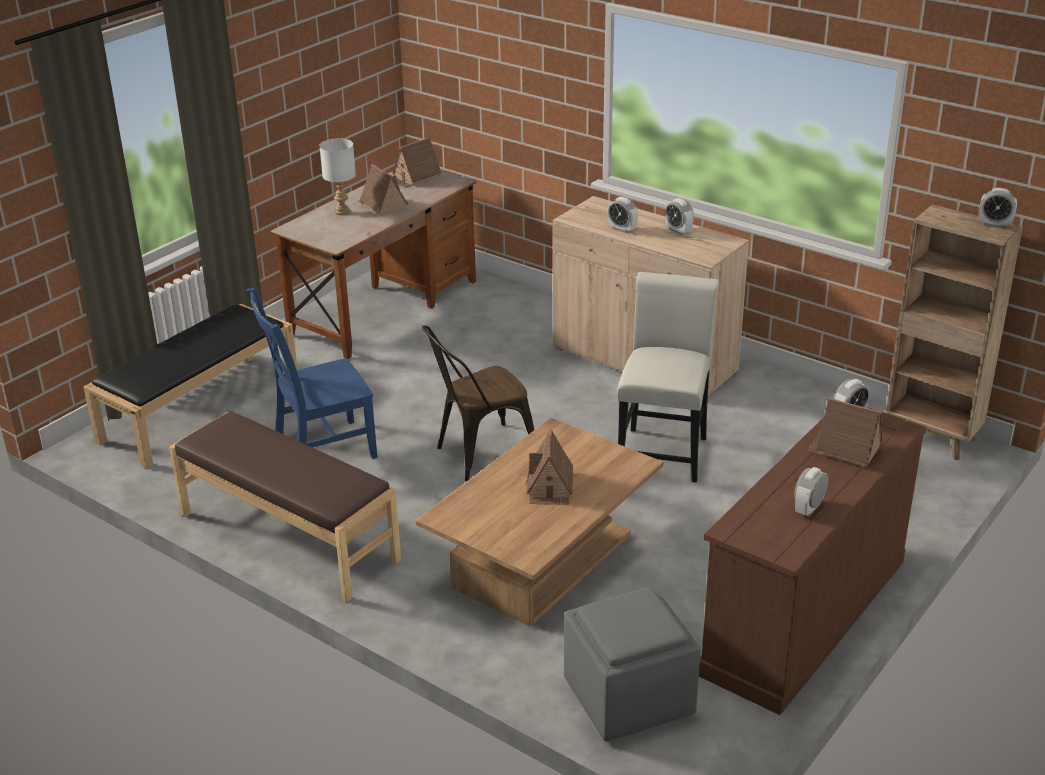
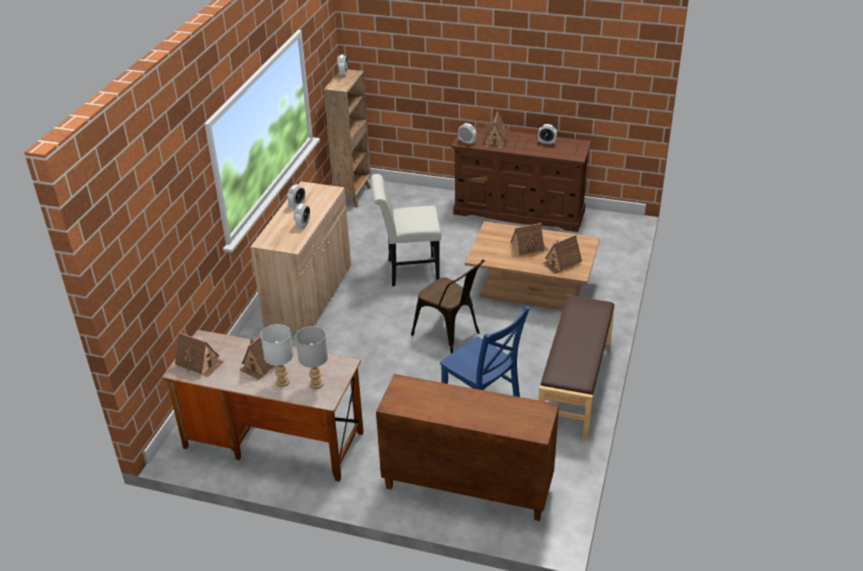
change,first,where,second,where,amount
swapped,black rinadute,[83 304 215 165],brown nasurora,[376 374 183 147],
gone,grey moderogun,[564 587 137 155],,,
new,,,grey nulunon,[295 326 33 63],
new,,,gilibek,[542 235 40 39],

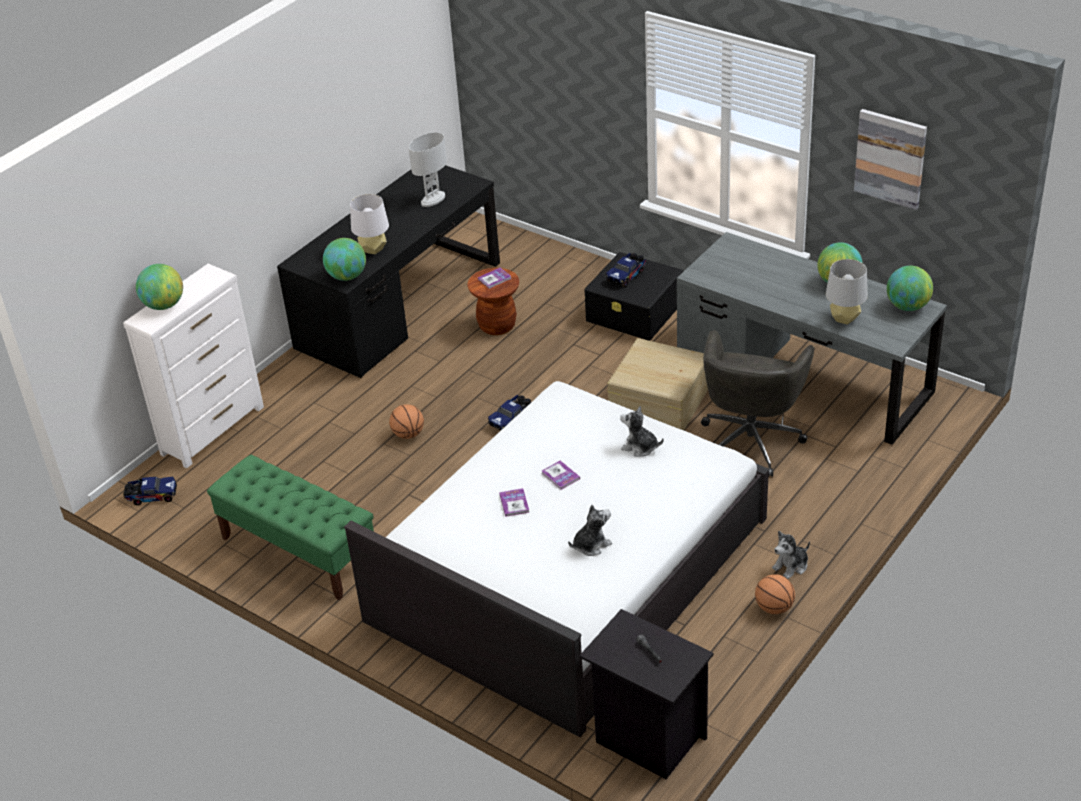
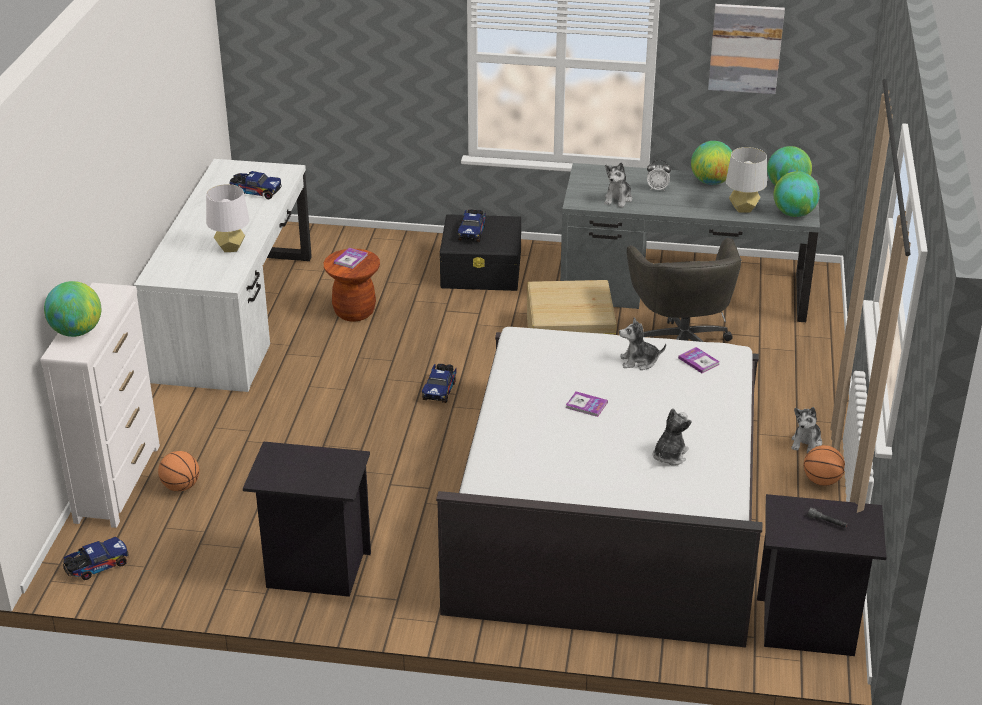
change,first,where,second,where,amount
swapped,green rinadute,[207 455 167 145],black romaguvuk,[243 441 128 156],
repainted,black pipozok,[277 165 223 213],white pipozok,[134 159 178 233],
shifted,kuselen,[323 238 43 43],,[774 171 46 46],
shifted,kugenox,[389 404 35 35],,[158 451 41 40],
swapped,white nulunon,[409 132 38 75],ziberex,[230 171 52 29],
shifted,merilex,[499 488 30 29],,[678 347 42 26],
new,,,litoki,[604 162 28 46],
new,,,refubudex,[647 160 24 31],

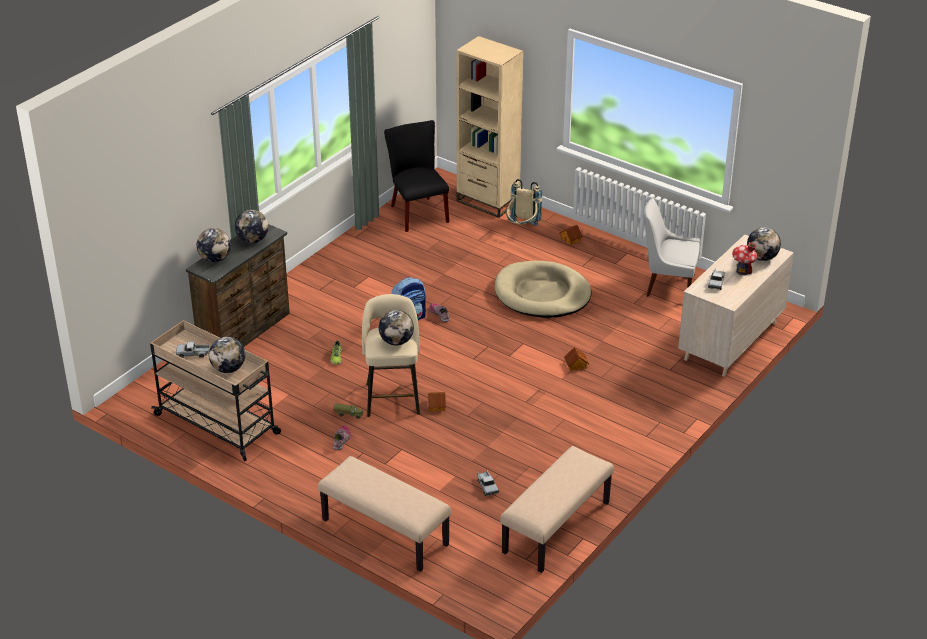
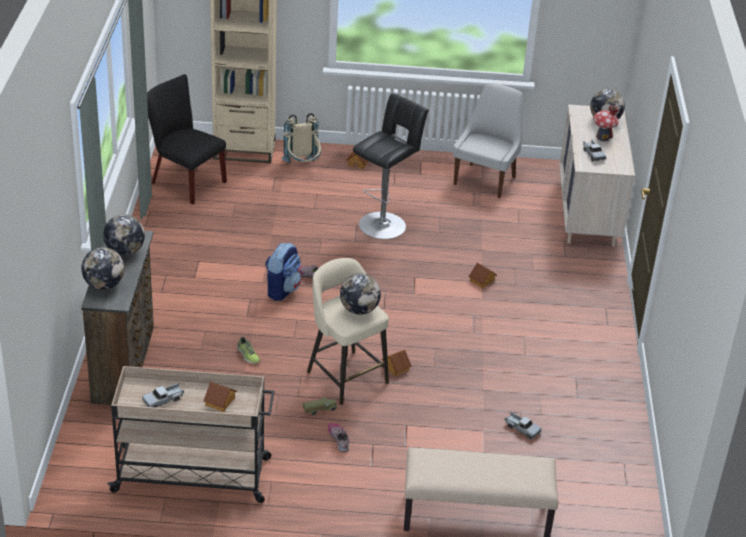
change,first,where,second,where,amount
swapped,kuselen,[209 337 36 36],gilibek,[203 382 34 30],
swapped,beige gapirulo,[495 261 96 57],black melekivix,[353 93 76 146],
gone,beige rinadute,[500 446 114 127],,,
rotated,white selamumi,[644 198 56 99],,[453 83 70 115],135 degrees clockwise

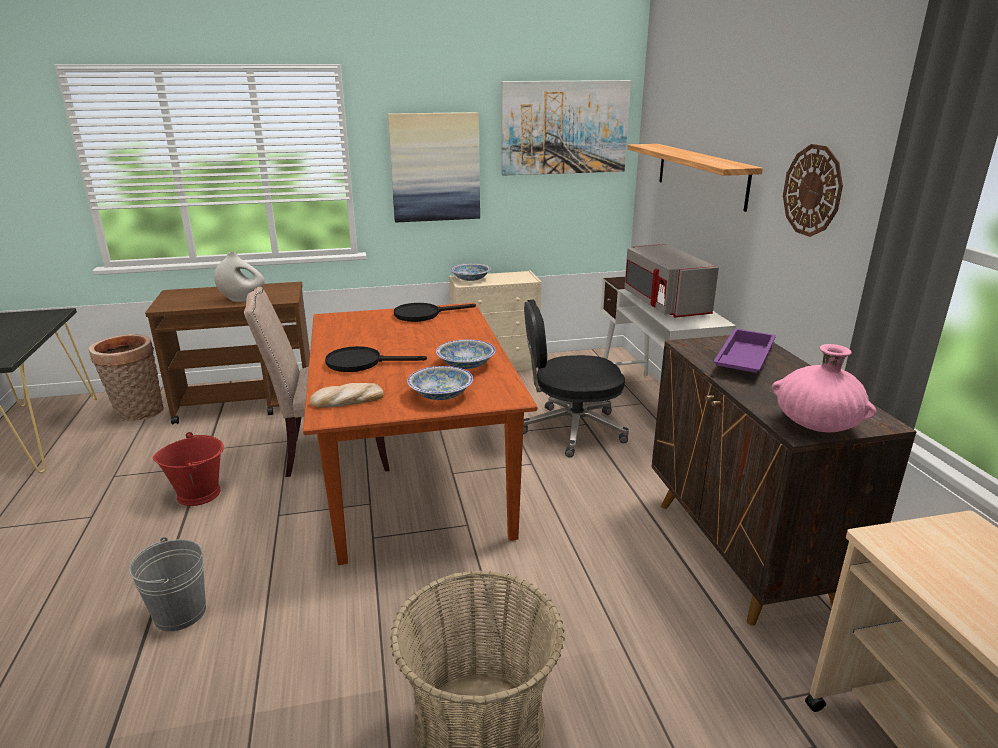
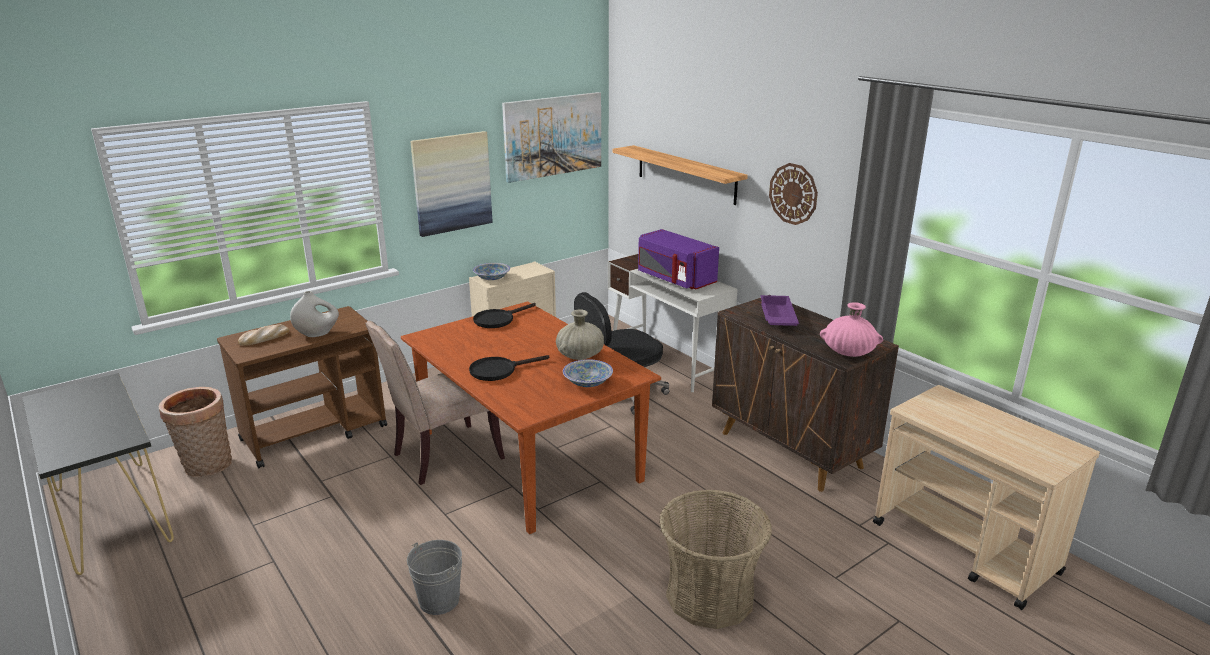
change,first,where,second,where,amount
gone,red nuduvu,[153 432 71 74],,,
shifted,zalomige,[310 383 74 25],,[238 324 51 22],
swapped,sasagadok,[436 339 59 30],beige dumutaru,[556 309 48 51],
repainted,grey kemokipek,[624 244 95 74],purple kemokipek,[638 229 81 60],

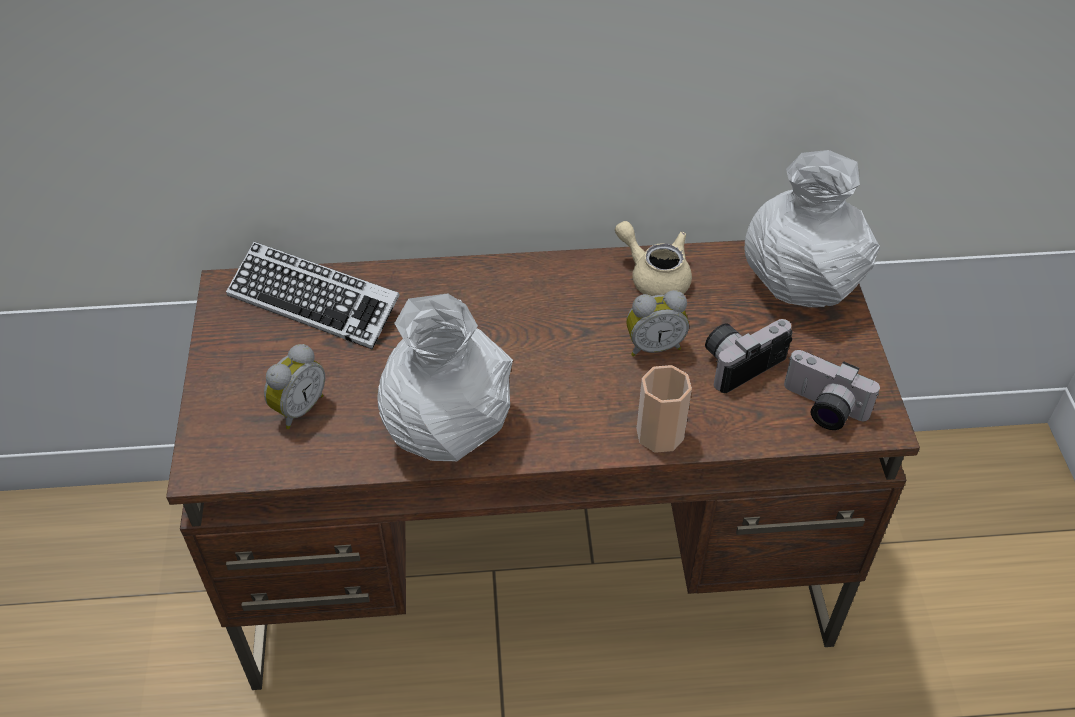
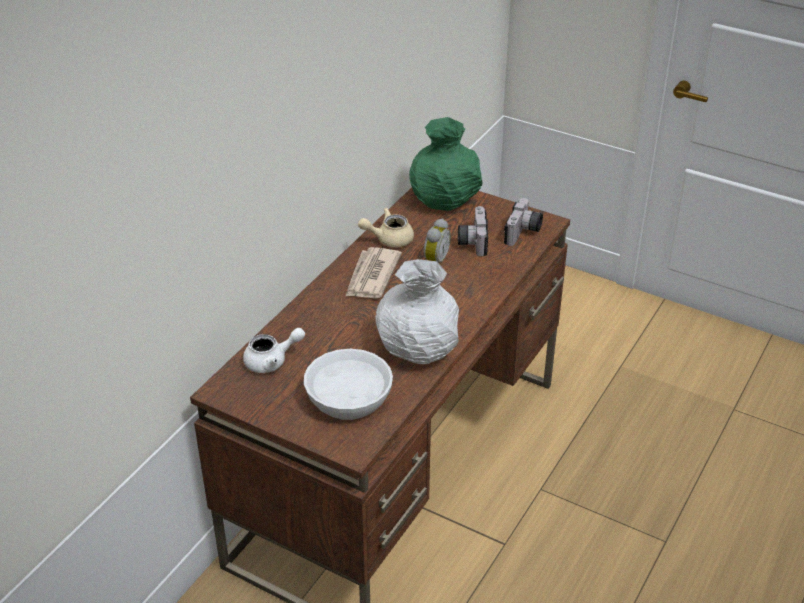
change,first,where,second,where,amount
swapped,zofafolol,[226 242 174 107],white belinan,[243 328 62 45],
swapped,refubudex,[264 344 61 85],white sasagadok,[304 349 89 71],
gone,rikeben,[637 365 55 88],,,
repainted,white dumutaru,[745 150 135 157],green dumutaru,[409 117 73 94],
rotated,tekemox,[784 350 96 80],,[504 198 39 48],45 degrees counterclockwise
new,,,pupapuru,[345 247 57 52],

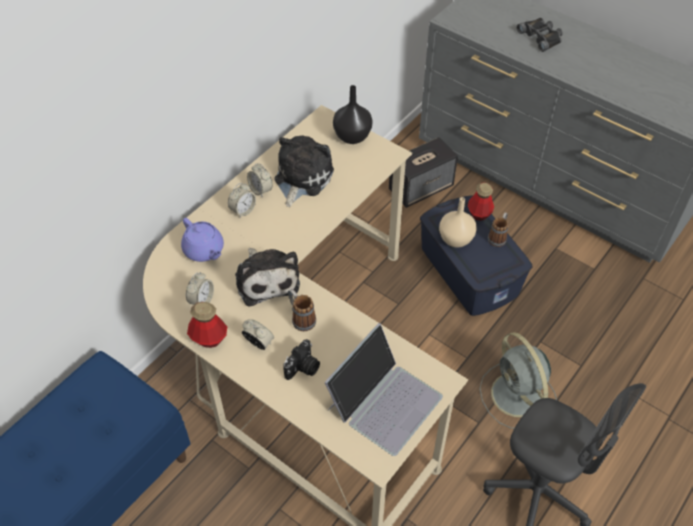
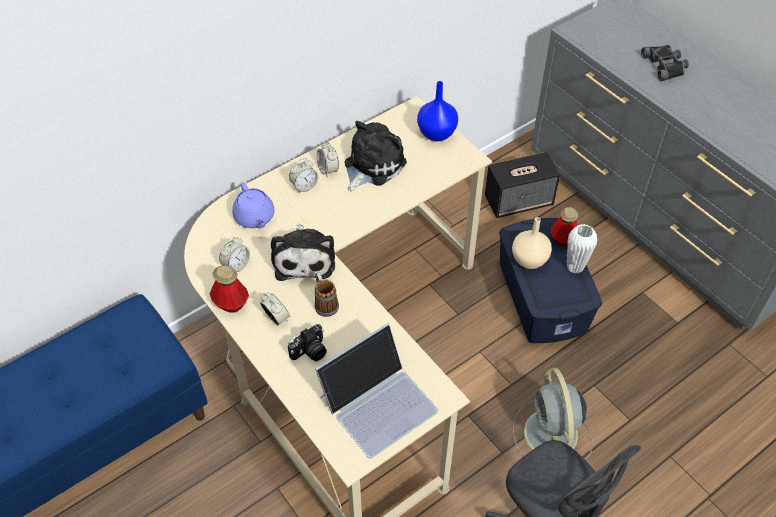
change,first,where,second,where,amount
repainted,black dumutaru,[333 85 39 59],blue dumutaru,[417 81 41 60],
swapped,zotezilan,[488 212 20 35],white dumutaru,[567 224 30 50],

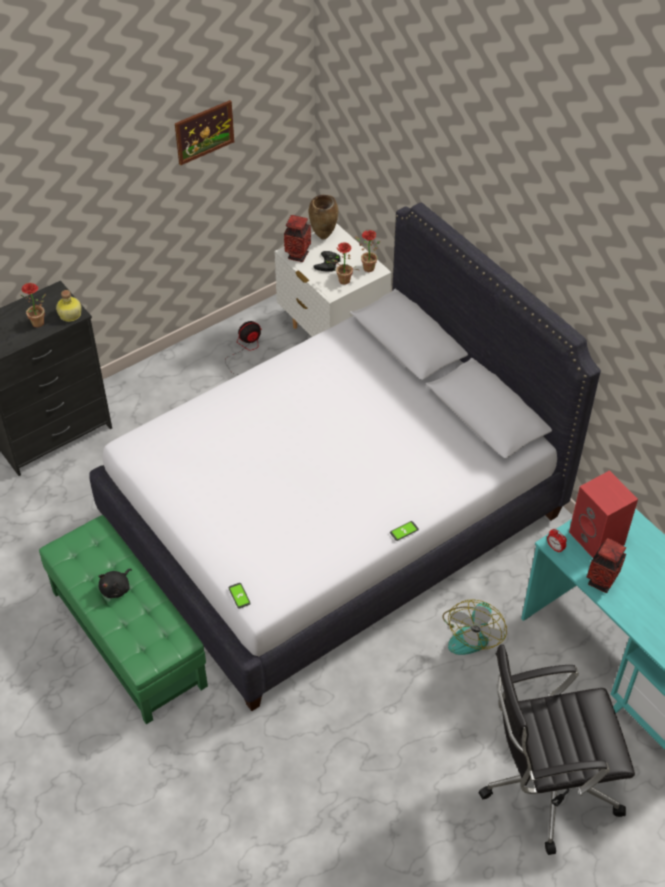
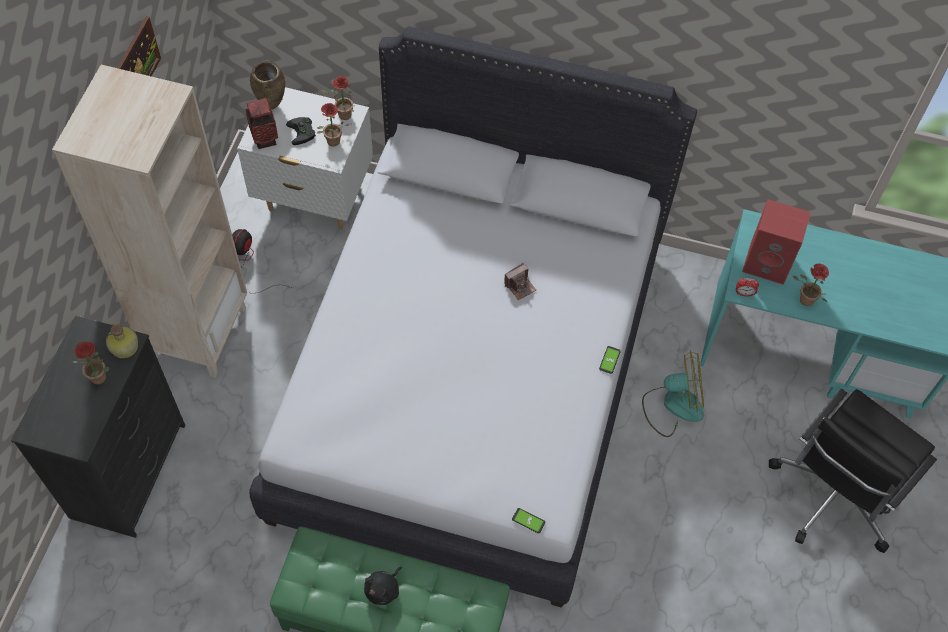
change,first,where,second,where,amount
rotated,black litoki,[98 569 34 29],,[364 567 38 38],45 degrees clockwise
rotated,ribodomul,[442 600 65 55],,[642 350 62 87],75 degrees counterclockwise
swapped,dumutaru,[587 538 39 55],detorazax,[792 263 37 43],
new,,,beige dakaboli,[52 65 195 313],
new,,,tekemox,[504 263 32 37],

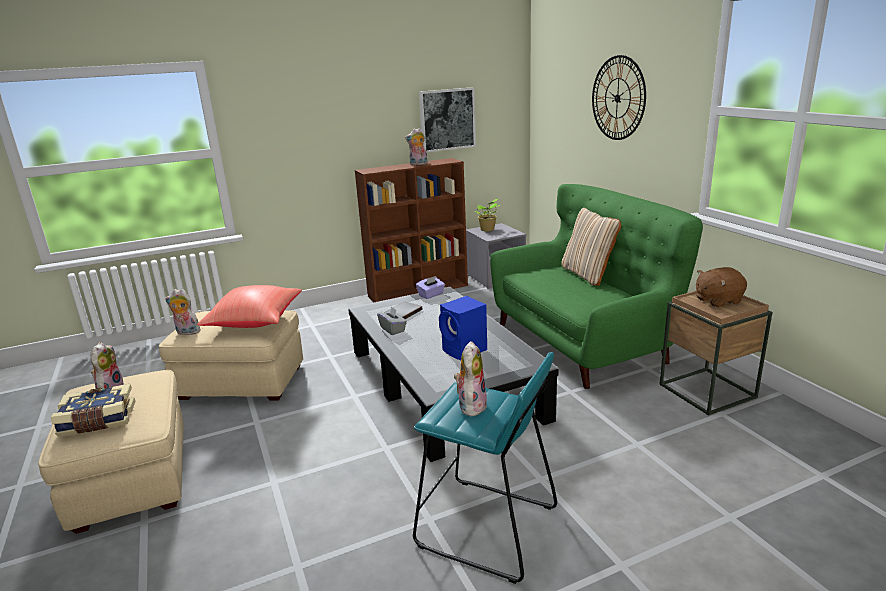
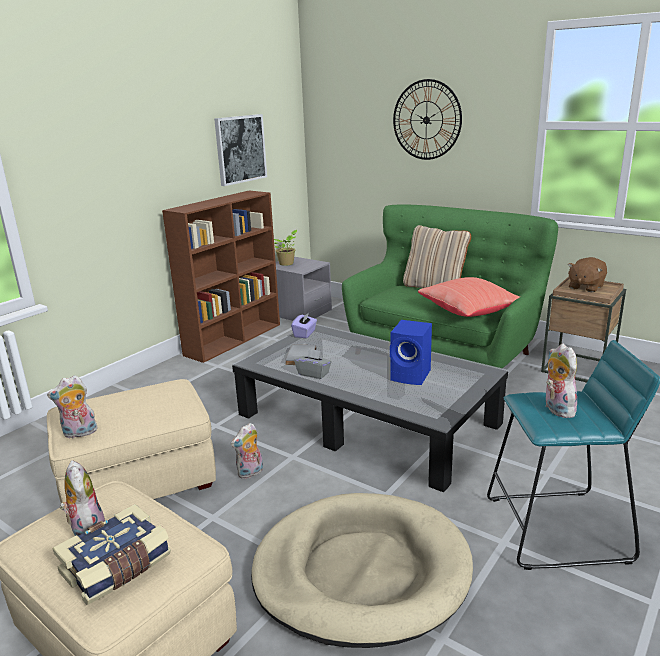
change,first,where,second,where,amount
shifted,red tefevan,[197 285 105 43],,[418 277 102 40],
shifted,litoki,[405 128 23 37],,[231 423 32 56],
new,,,beige gapirulo,[251 493 222 155],

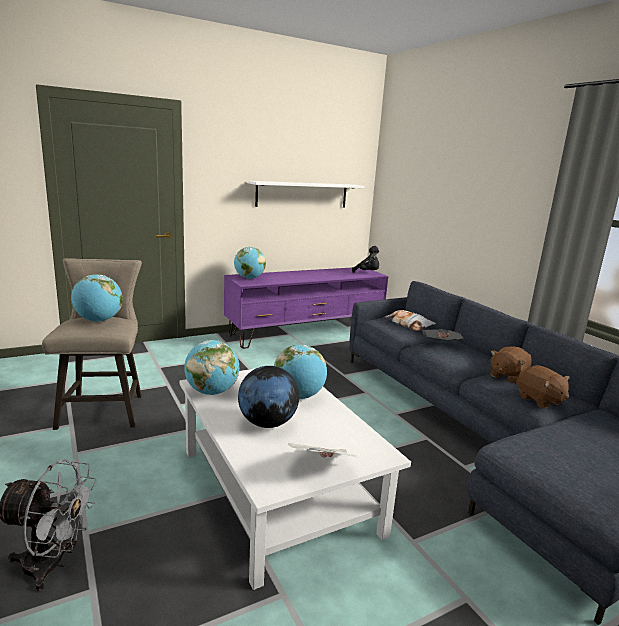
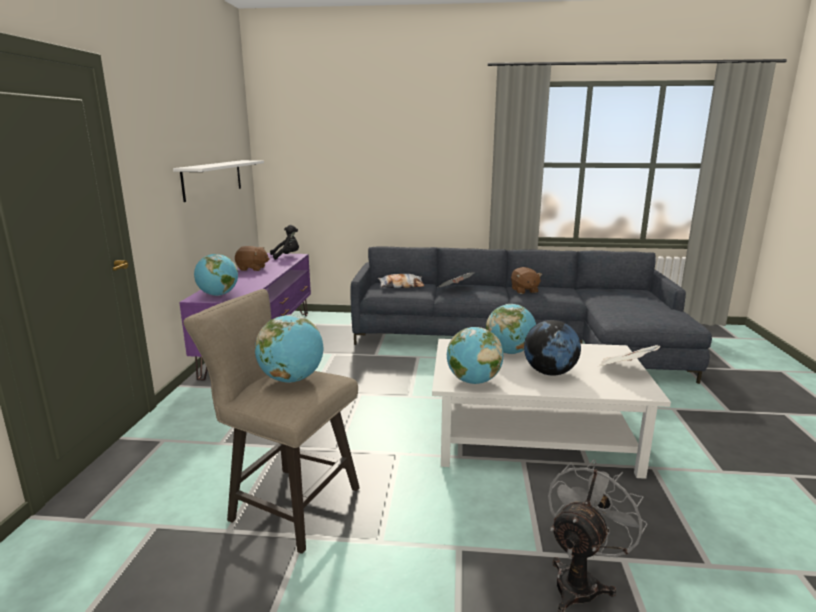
change,first,where,second,where,amount
shifted,brown litoki,[518 365 52 44],,[235 246 35 25],

